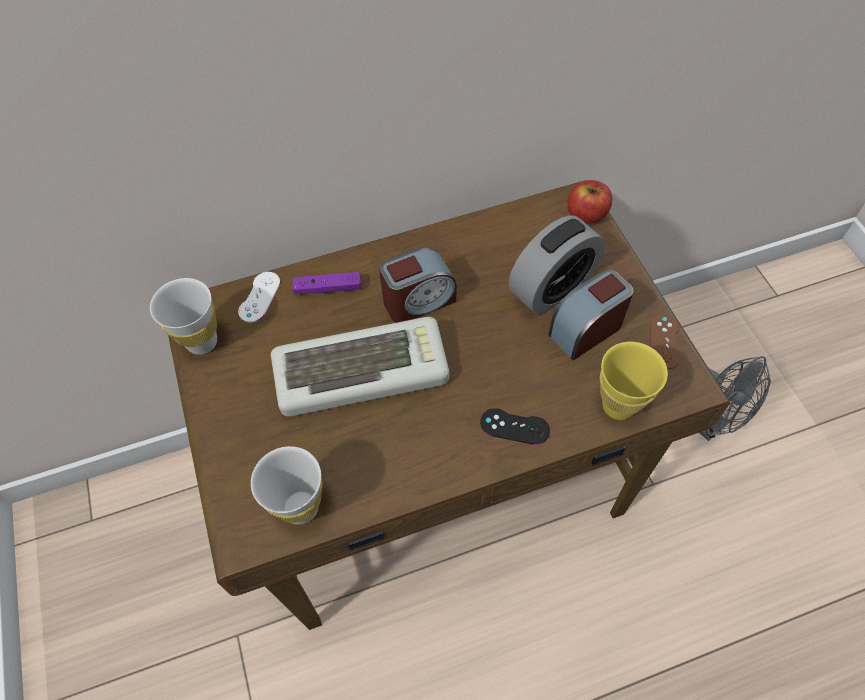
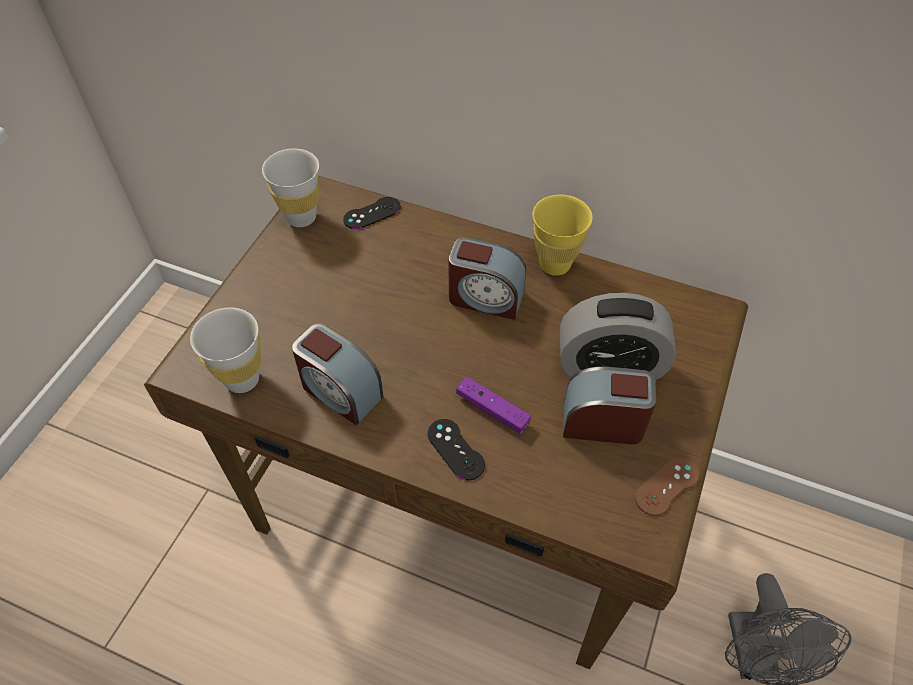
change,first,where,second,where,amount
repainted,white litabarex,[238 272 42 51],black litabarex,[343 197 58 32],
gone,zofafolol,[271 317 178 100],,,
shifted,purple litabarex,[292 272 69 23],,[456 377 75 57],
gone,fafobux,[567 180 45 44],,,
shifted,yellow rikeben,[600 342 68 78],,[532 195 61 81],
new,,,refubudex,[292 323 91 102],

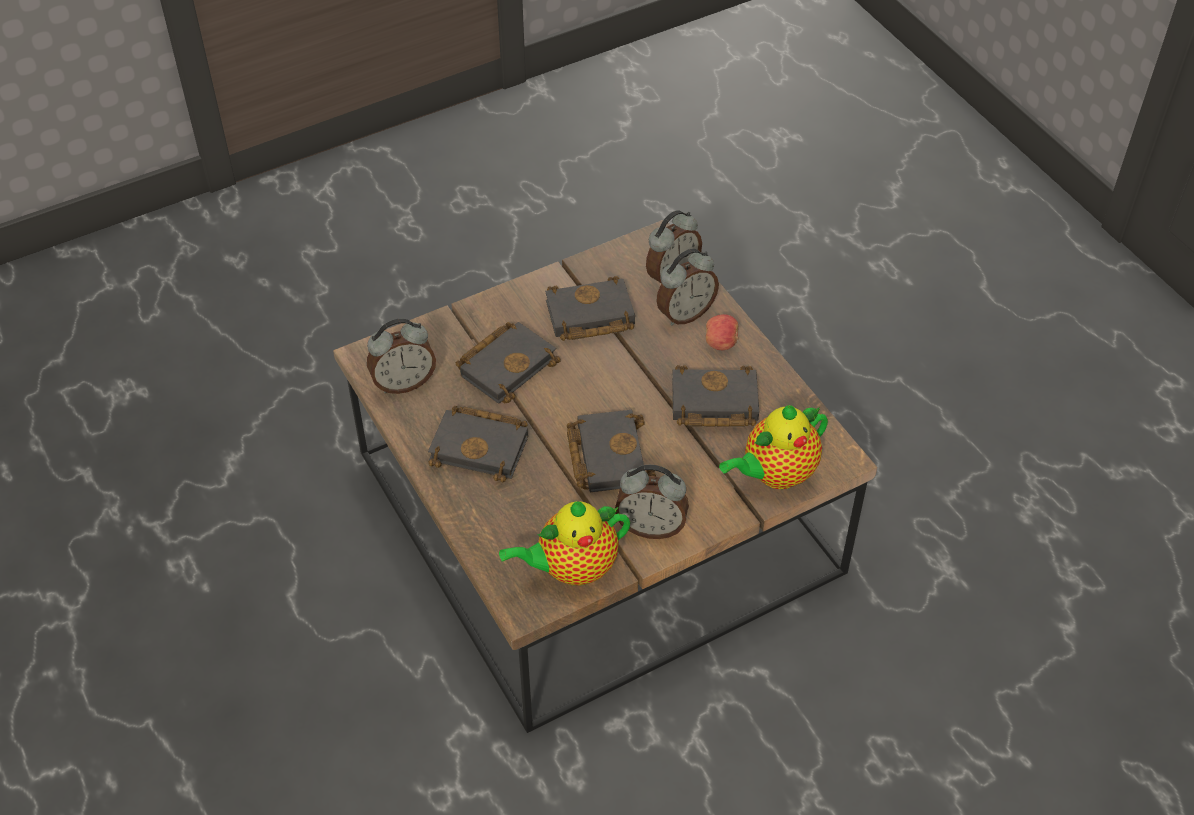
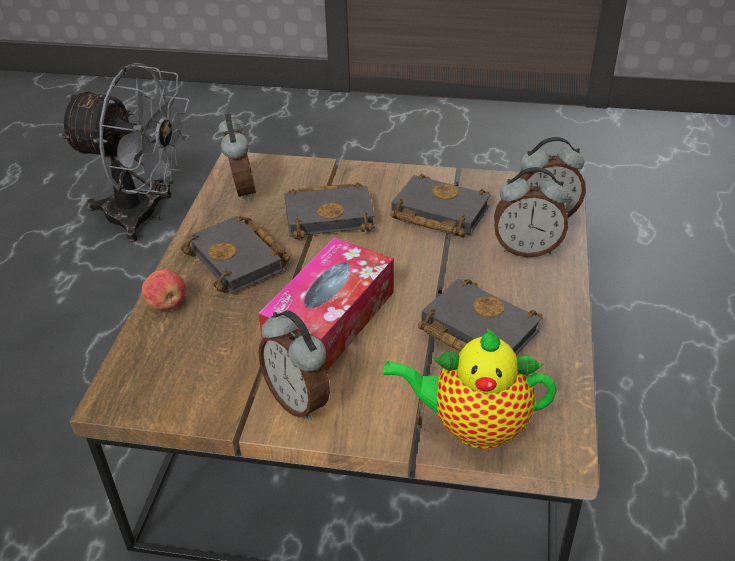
change,first,where,second,where,amount
rotated,refubudex,[367 319 69 75],,[218 114 38 87],120 degrees counterclockwise
gone,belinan,[499 501 131 85],,,
swapped,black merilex,[567 410 89 82],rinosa,[258 238 136 133],
shifted,fafobux,[706 314 33 36],,[142 270 44 41],
new,,,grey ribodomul,[59 63 132 179],

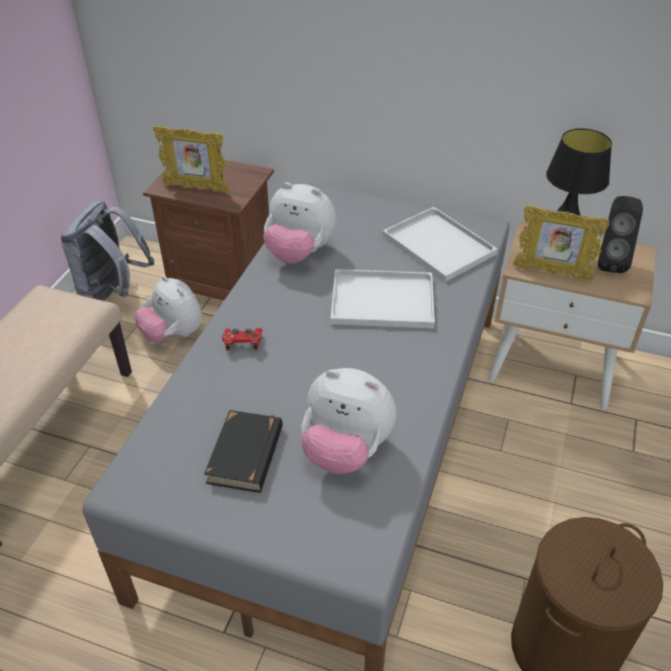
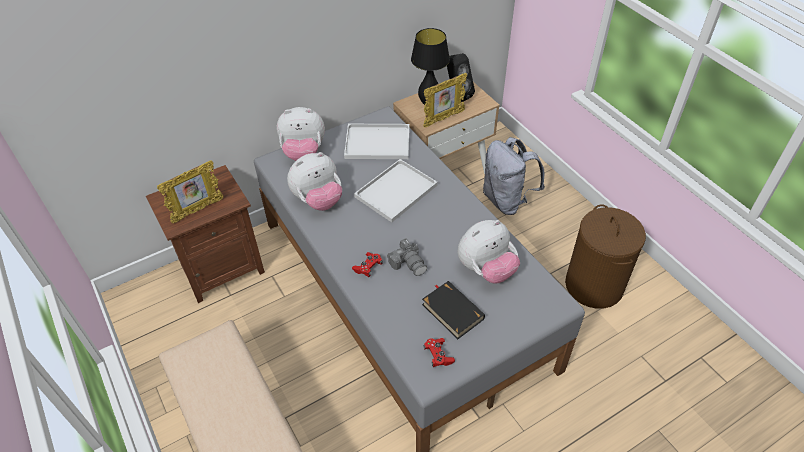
change,first,where,second,where,amount
shifted,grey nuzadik,[61 200 93 101],,[483 137 62 78],
shifted,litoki,[135 276 68 67],,[277 107 48 54],
new,,,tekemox,[387 238 40 38],
new,,,red litabarex,[423 338 32 29],

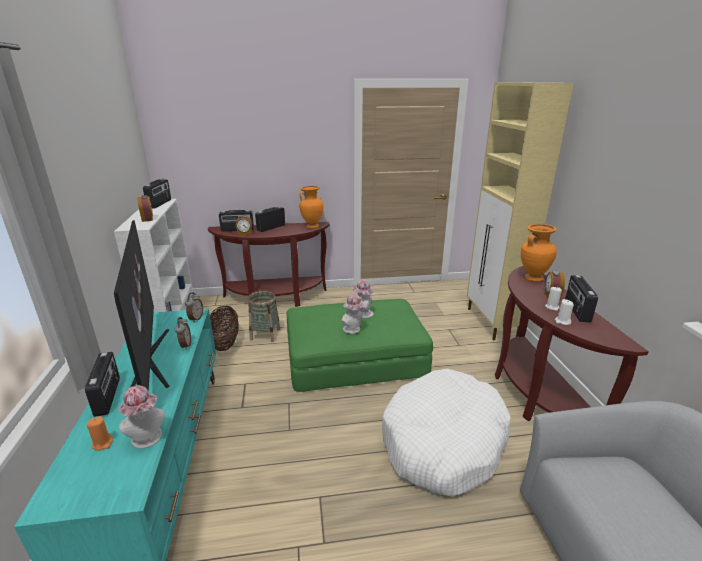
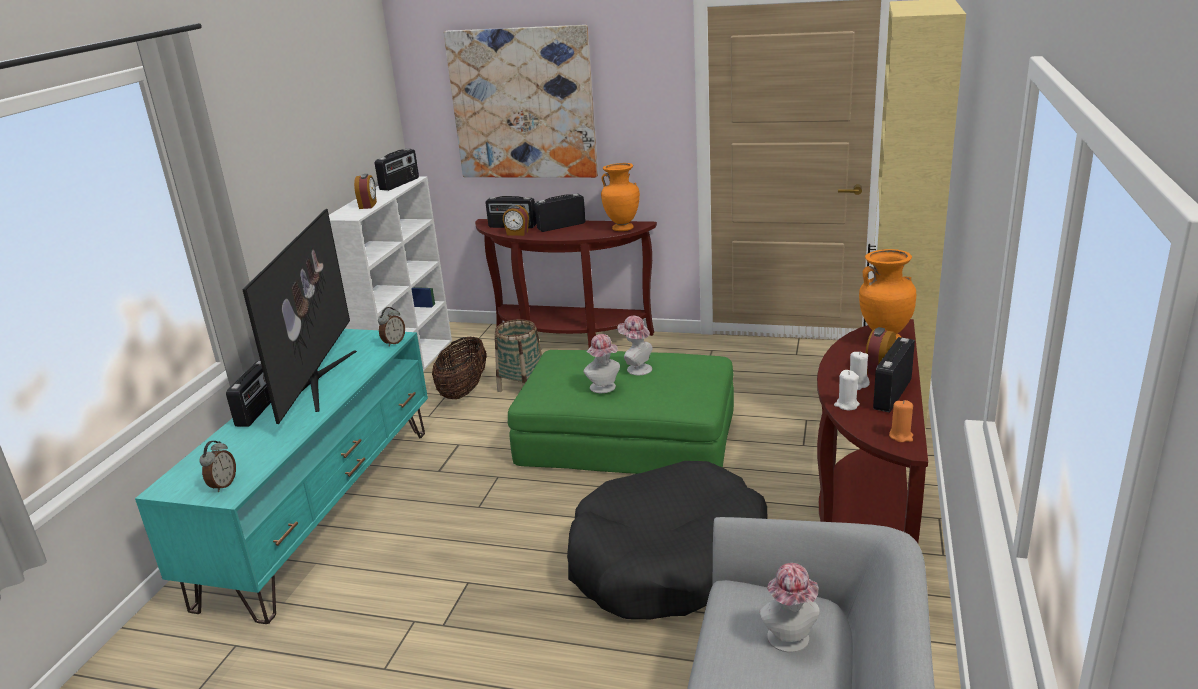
change,first,where,second,where,amount
shifted,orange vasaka,[87 416 26 35],,[889 400 24 42],
shifted,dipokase,[118 385 47 64],,[759 563 61 90],
shifted,refubudex,[175 317 16 33],,[199 441 37 51],
repainted,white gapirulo,[382 369 129 127],black gapirulo,[567 461 201 158],
new,,,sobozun,[444 25 154 153],

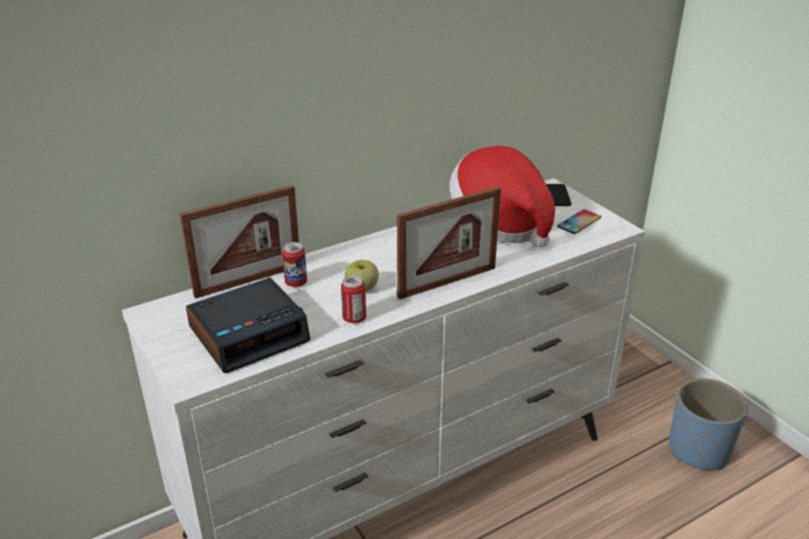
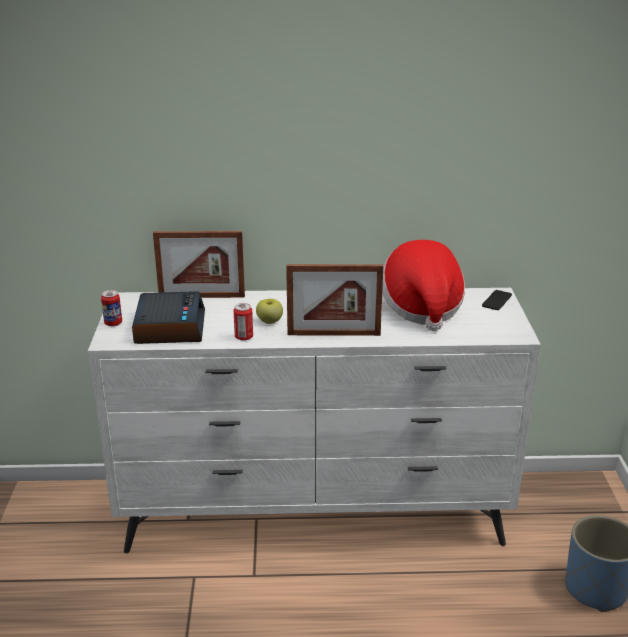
change,first,where,second,where,amount
rotated,refubudex,[186 278 125 95],,[132 291 73 53],90 degrees counterclockwise
shifted,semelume,[282 242 25 45],,[101 290 21 37],
gone,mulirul,[557 209 44 25],,,

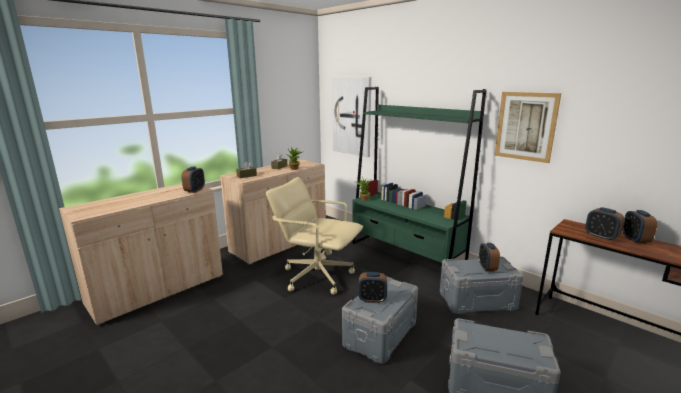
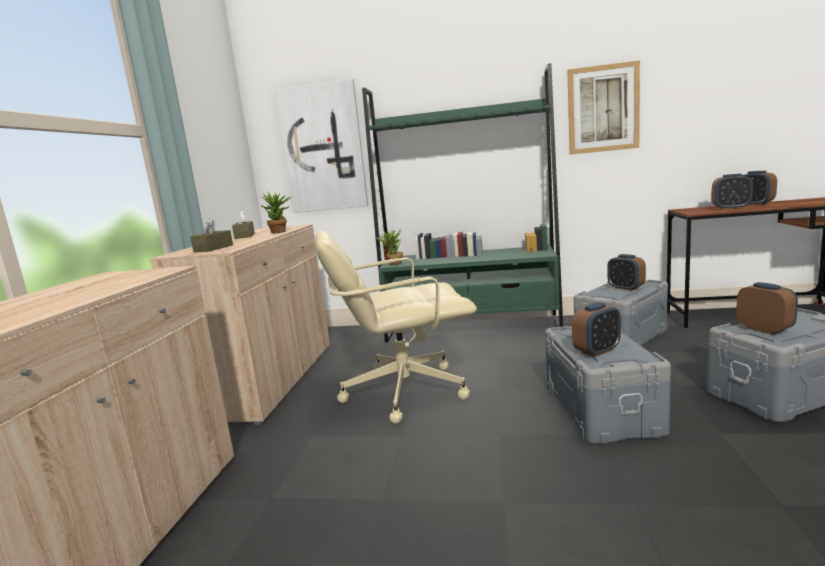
change,first,where,second,where,amount
shifted,refubudex,[181 167 24 26],,[736 282 62 53],

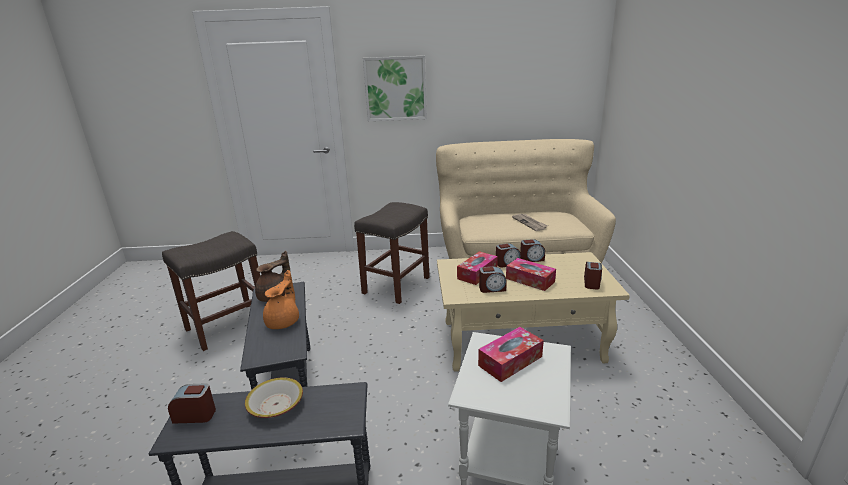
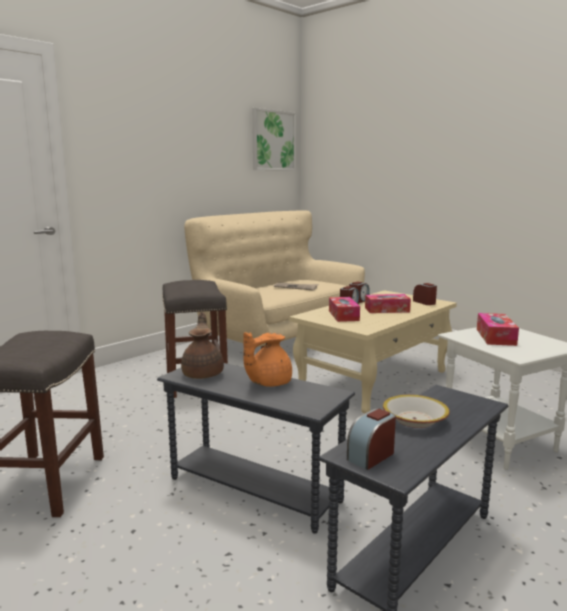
change,first,where,second,where,amount
rotated,orange belinan,[263 270 36 59],,[243 332 49 55],105 degrees counterclockwise
shifted,sobozun,[363 56 64 65],,[252 108 44 63],
gone,refubudex,[479 267 28 26],,,

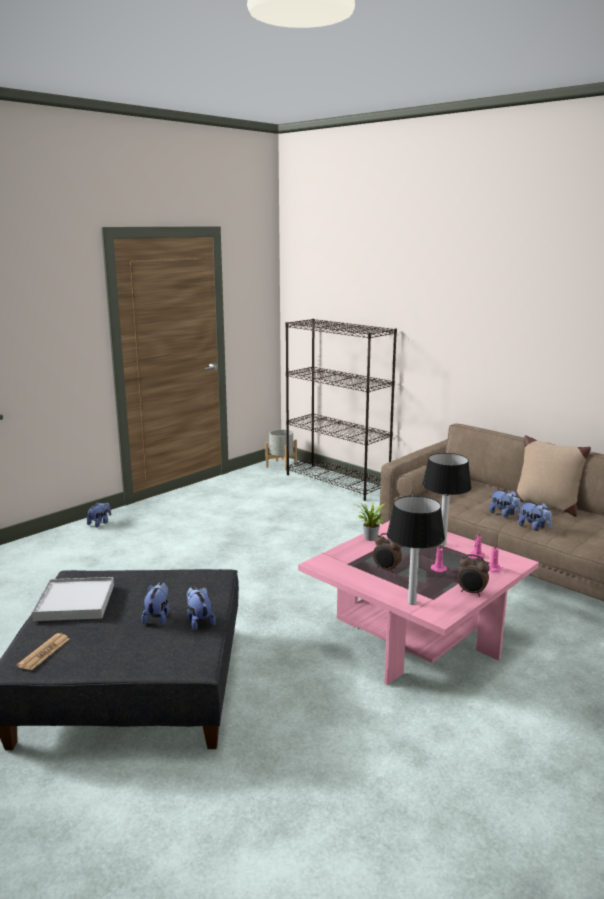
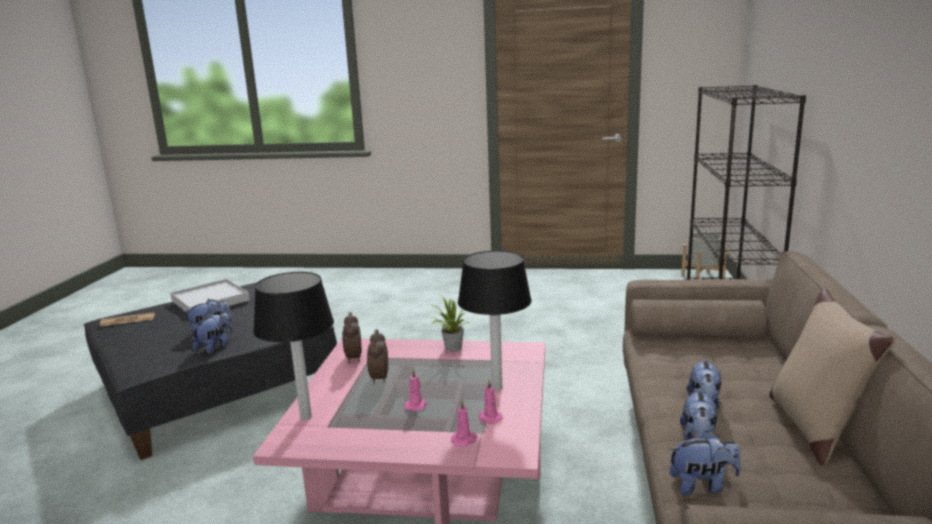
change,first,where,second,where,amount
shifted,litoki,[87 502 24 25],,[668 431 73 65],
shifted,refubudex,[457 554 33 42],,[343 312 19 52],

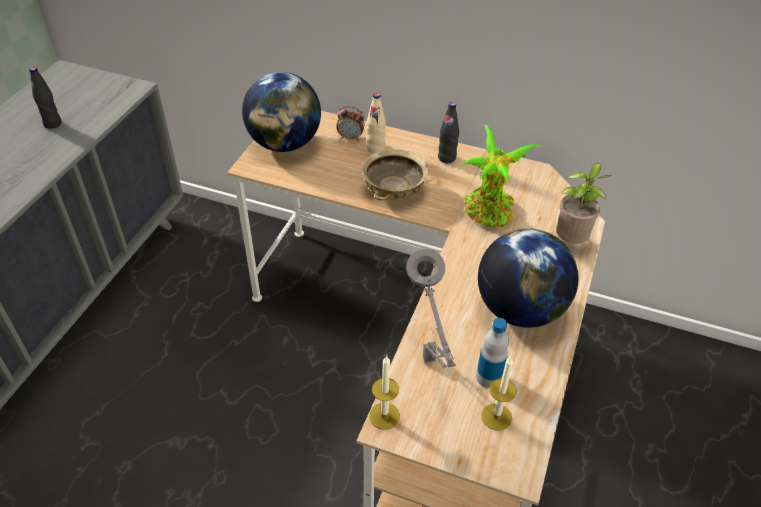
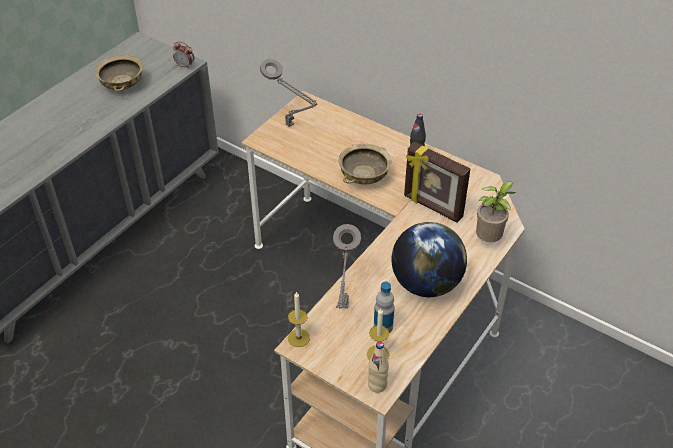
change,first,where,second,where,amount
swapped,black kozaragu,[29 67 32 62],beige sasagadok,[95 55 48 36],
swapped,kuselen,[242 72 79 80],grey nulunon,[260 59 58 68],
shifted,refubudex,[337 106 27 35],,[173 41 21 27],
shifted,beige kozaragu,[367 93 19 61],,[368 342 21 51],
swapped,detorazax,[460 125 80 103],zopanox,[404 142 66 81],

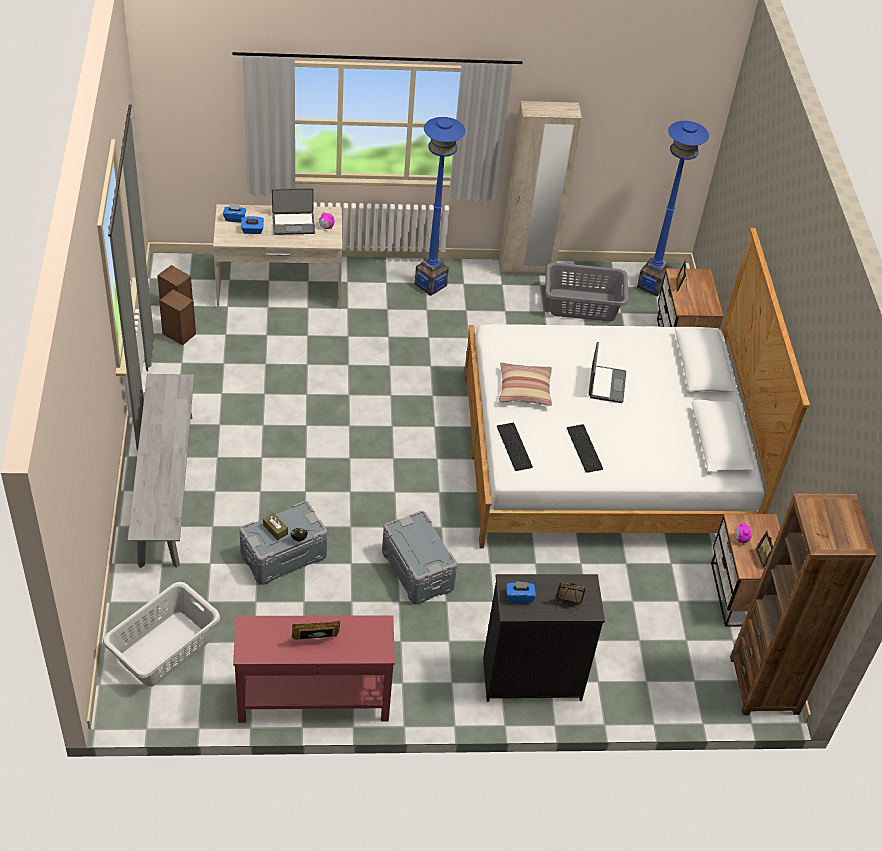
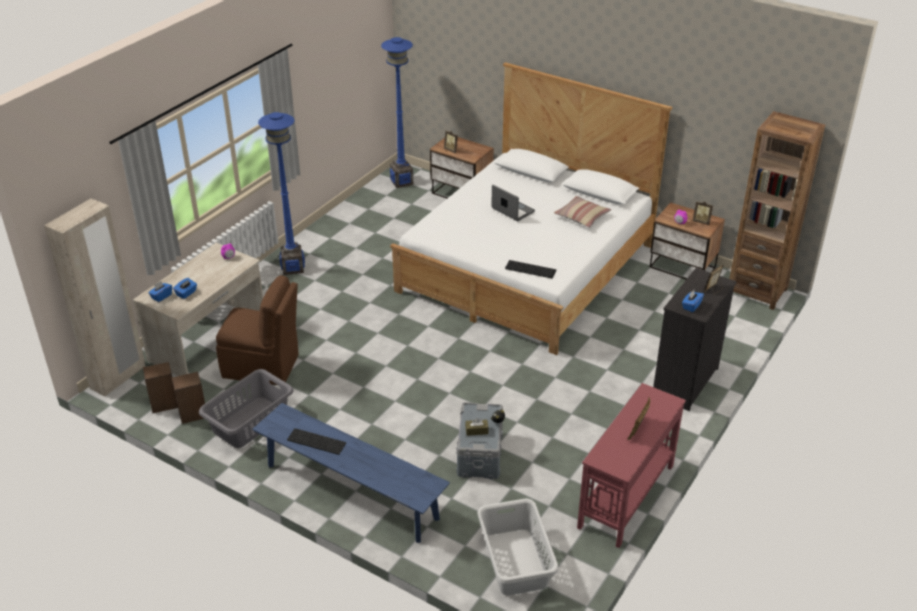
change,first,where,second,where,amount
repainted,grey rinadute,[127 374 67 194],blue rinadute,[252 403 198 140],
gone,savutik,[272 188 43 47],,,
gone,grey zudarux,[382 511 75 93],,,
shifted,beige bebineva,[499 101 83 175],,[44 198 101 199],
shifted,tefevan,[499 362 53 44],,[554 196 57 32],
shifted,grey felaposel,[545 262 83 59],,[199 369 95 79],
shifted,zofafolol,[567 424 36 49],,[287 428 59 27],
new,,,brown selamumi,[216 275 83 110],

